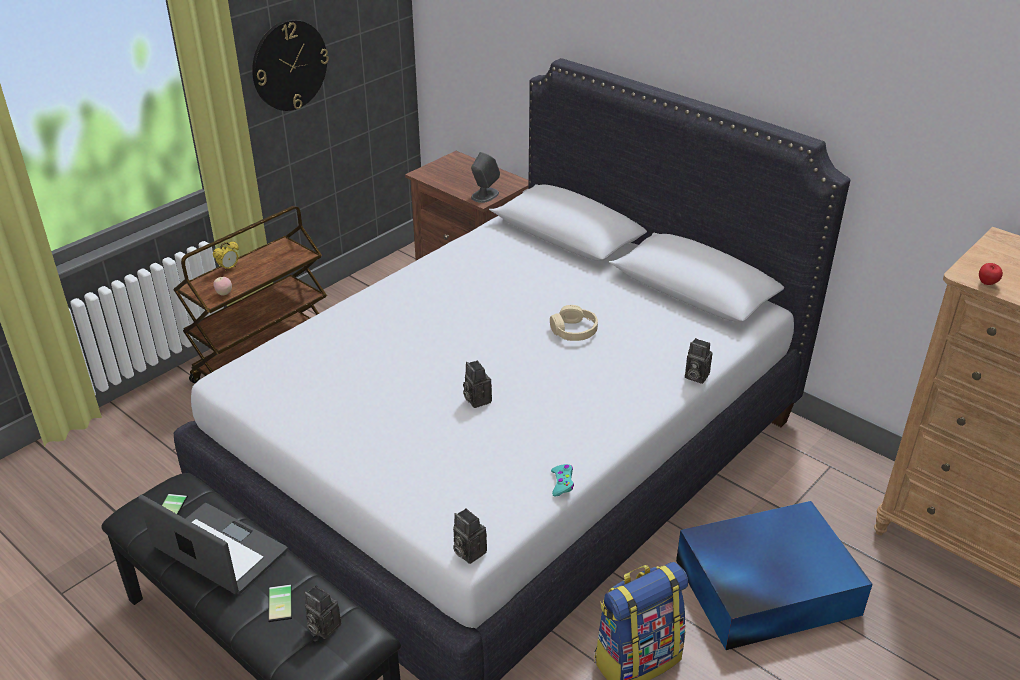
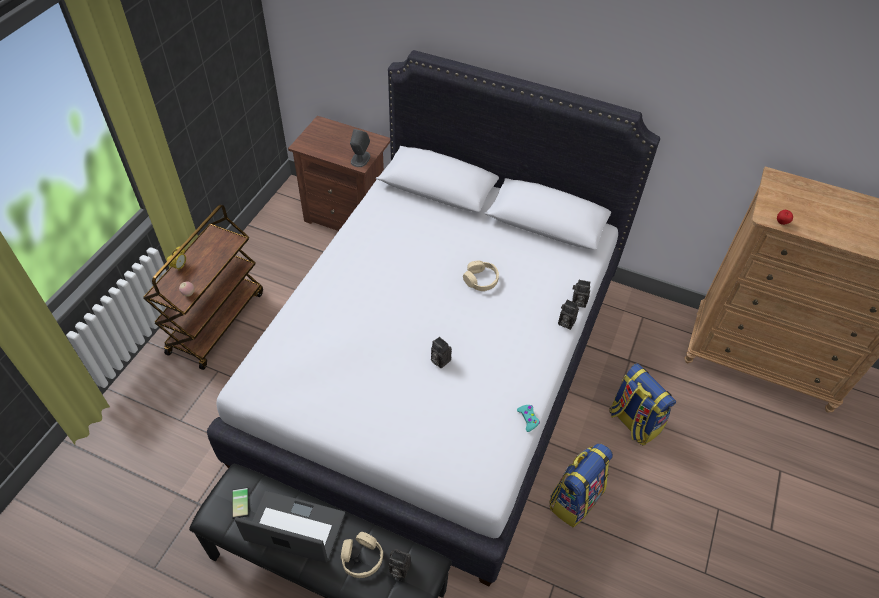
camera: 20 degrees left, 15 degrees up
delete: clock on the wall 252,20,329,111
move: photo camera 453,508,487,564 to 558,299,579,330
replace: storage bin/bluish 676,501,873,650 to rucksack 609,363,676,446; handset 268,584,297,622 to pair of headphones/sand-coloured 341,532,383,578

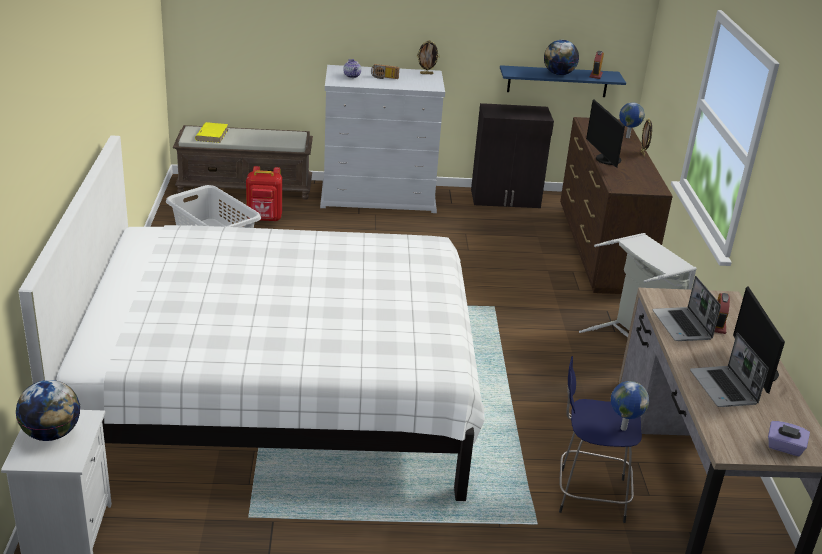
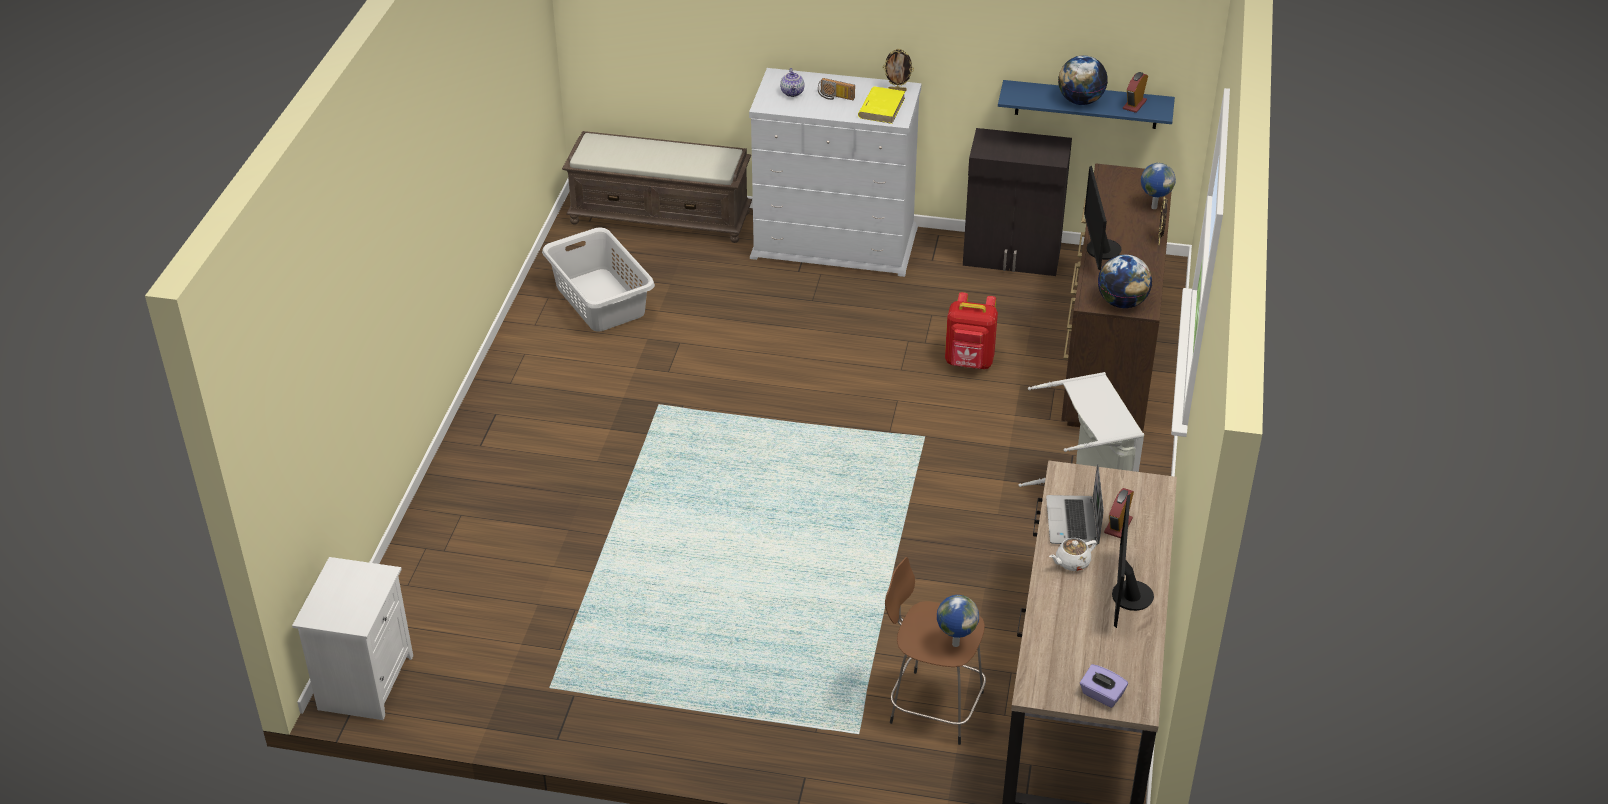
camera: 15 degrees right, 10 degrees up
delete: bed/white 19,135,484,501; notebook computer 690,333,768,407
insert: pot for tea/white 1049,538,1097,571
move: bound book/yellow-coloured 195,122,229,143 to 858,87,905,124; rucksack/red-coloured 246,166,282,222 to 945,292,998,369; globe 16,380,80,441 to 1098,255,1152,308
recolor: stool/bluish 559,356,642,523 to stool/brown 885,557,986,745

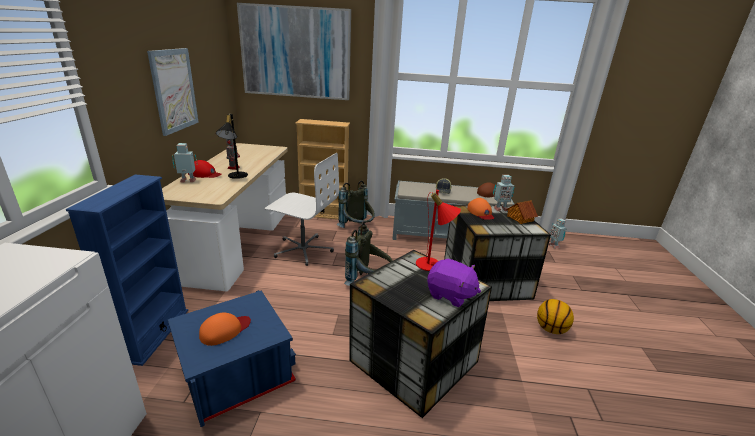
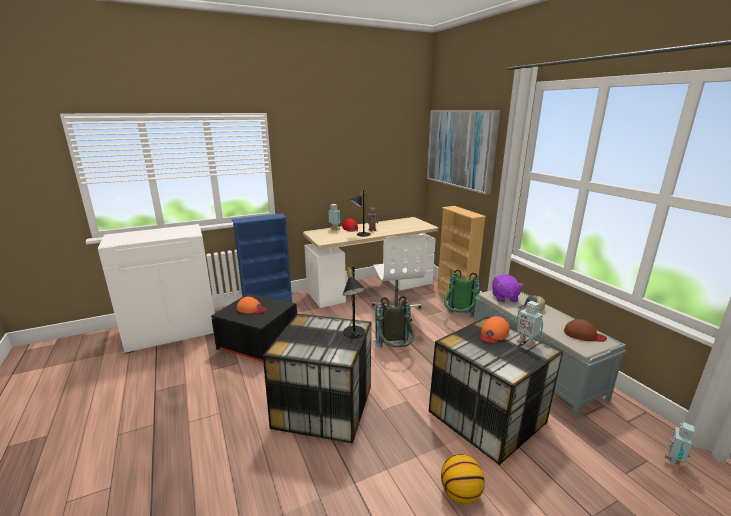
camera: 60 degrees right, 5 degrees down
delete: picture 147,48,198,136; model house 506,200,538,224
move: cuddly toy/purplish 427,259,481,307 to 492,274,523,302
recolor: rucksack/greyish 337,180,375,228 to rucksack/green 444,270,481,317; tabletop lamp/red-coloured 416,190,461,271 to tabletop lamp/blackish 343,266,366,338; storage bin/bluish 168,290,296,427 to storage bin/blackish 211,293,297,362

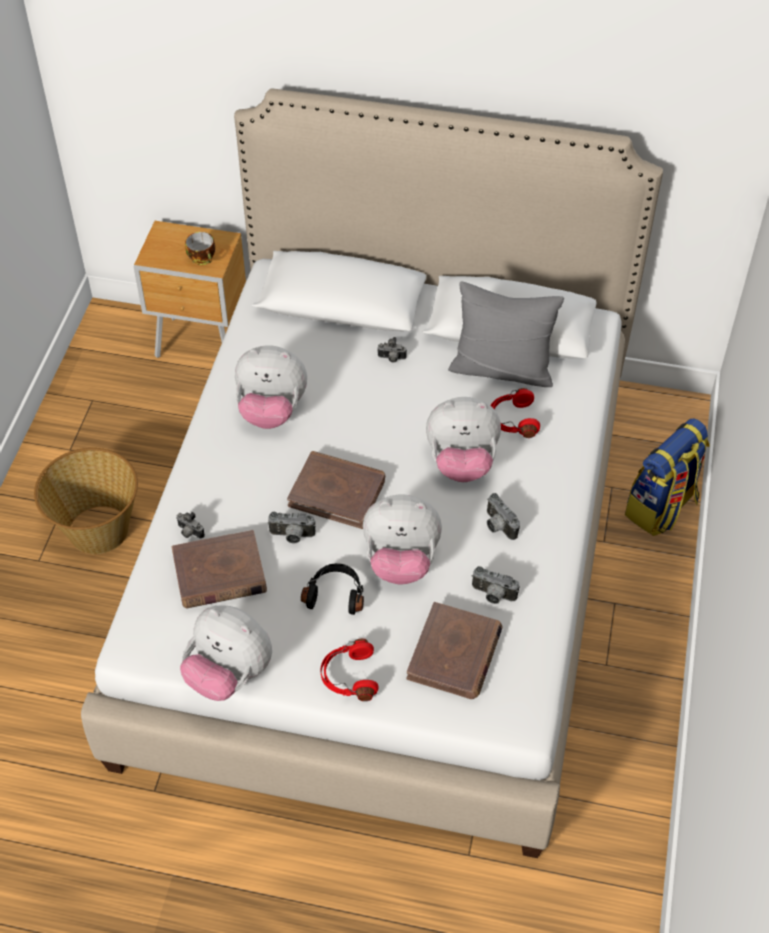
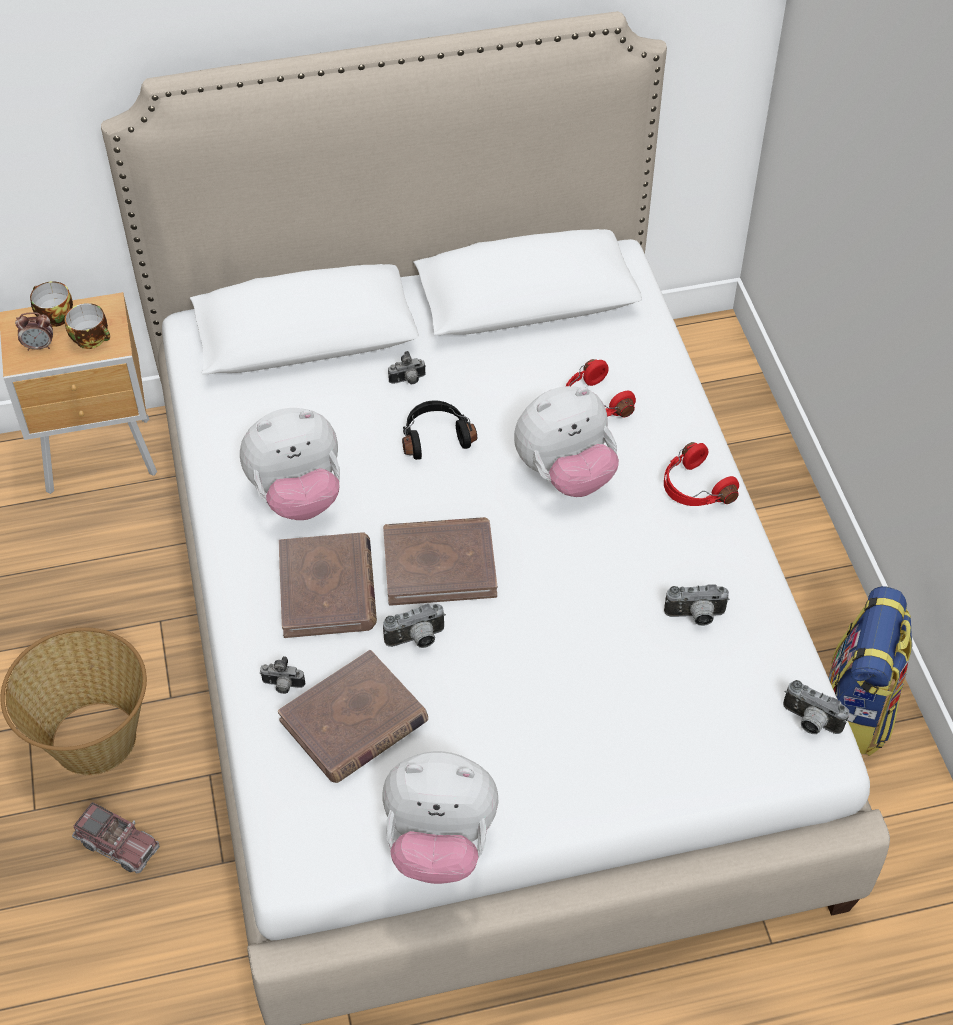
camera: 25 degrees left, 0 degrees up
delete: pillow/greyish 448,282,564,387; cuddly toy 363,494,442,585
insert: cup 30,281,73,327; alarm clock 15,312,53,351; model truck 72,802,160,874
move: rucksack 625,419,710,536 to 828,586,913,756; photo camera 487,493,520,540 to 783,680,849,734; pair of headphones/blackish 301,563,364,615 to 402,400,477,460; bound book/brown 407,602,503,699 to 279,532,377,638; pair of headphones/red-coloured 321,639,379,701 to 664,442,739,506

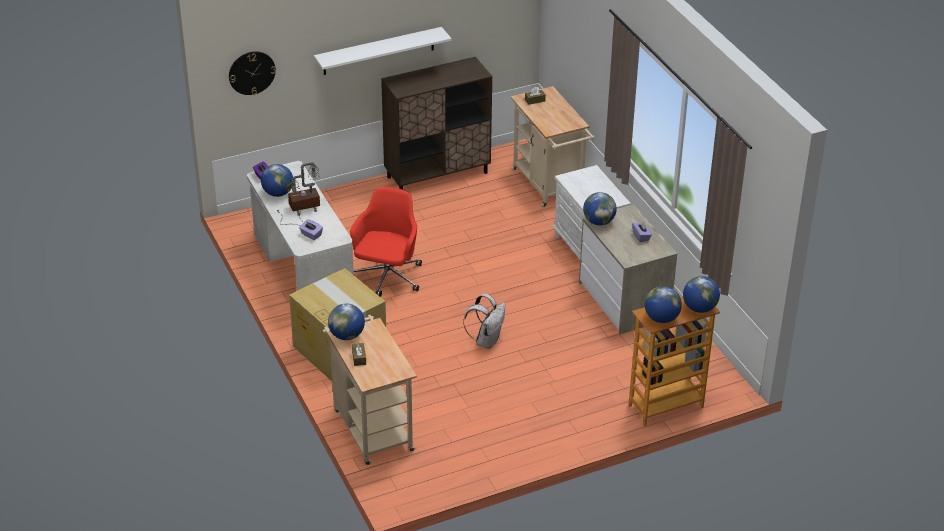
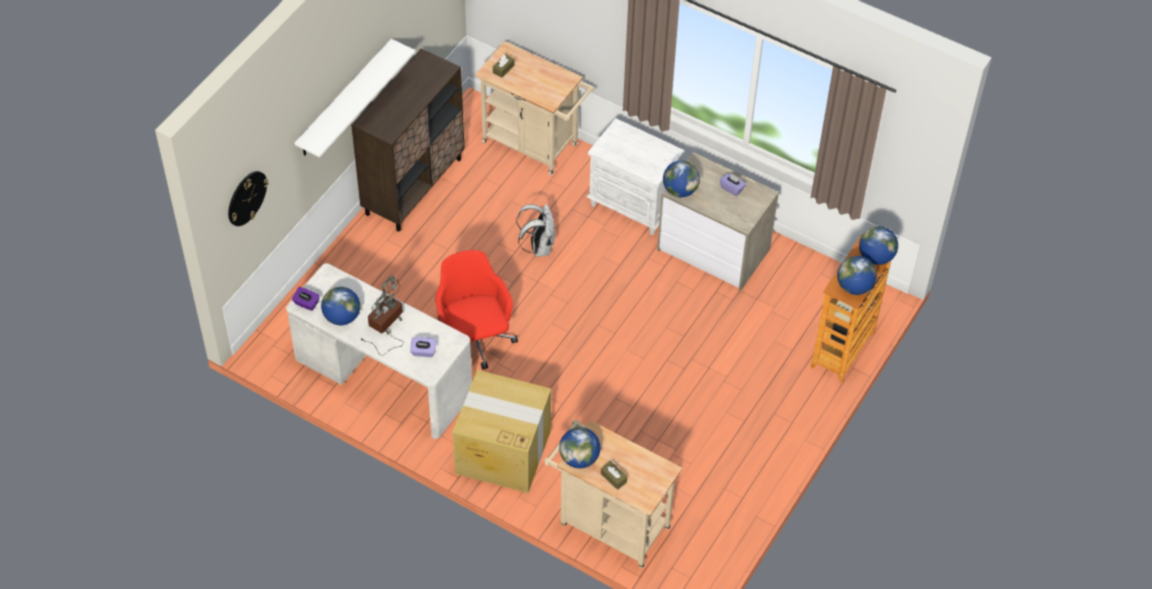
camera: 35 degrees left, 15 degrees up
move: rucksack/white 463,293,505,349 to 516,204,555,257

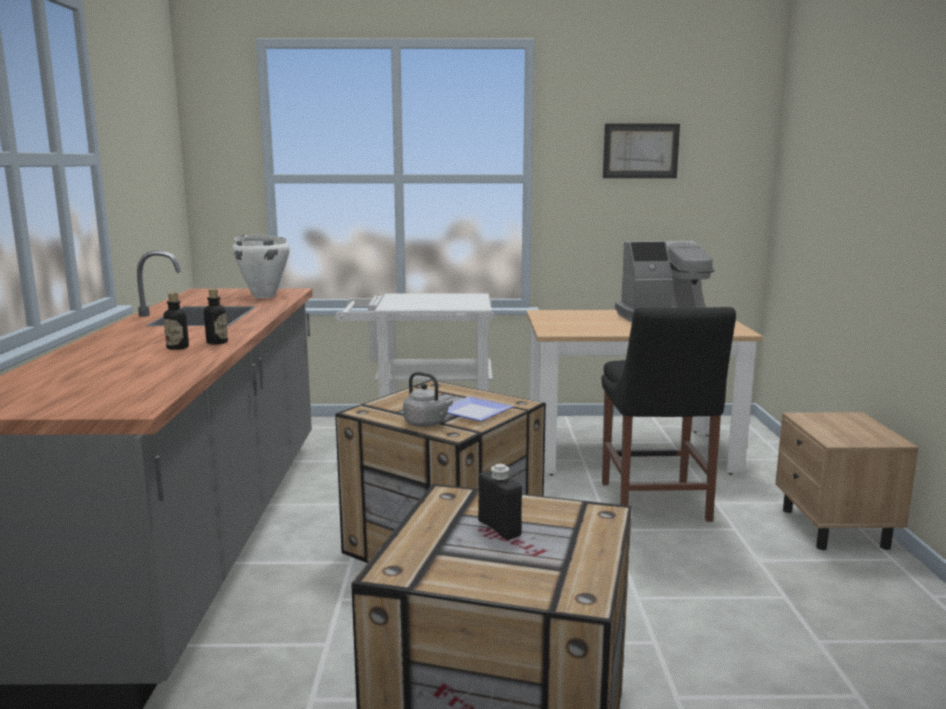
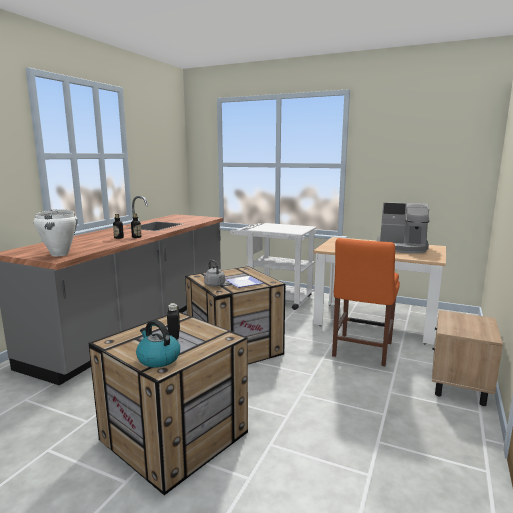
camera: 25 degrees right, 0 degrees up
delete: picture 603,124,680,178
insert: kettle 136,320,180,368
move: stockpot/white 232,235,290,298 to 34,209,77,256
recolor: chair/blackish 602,307,736,522 to chair/orange-coloured 332,238,400,366

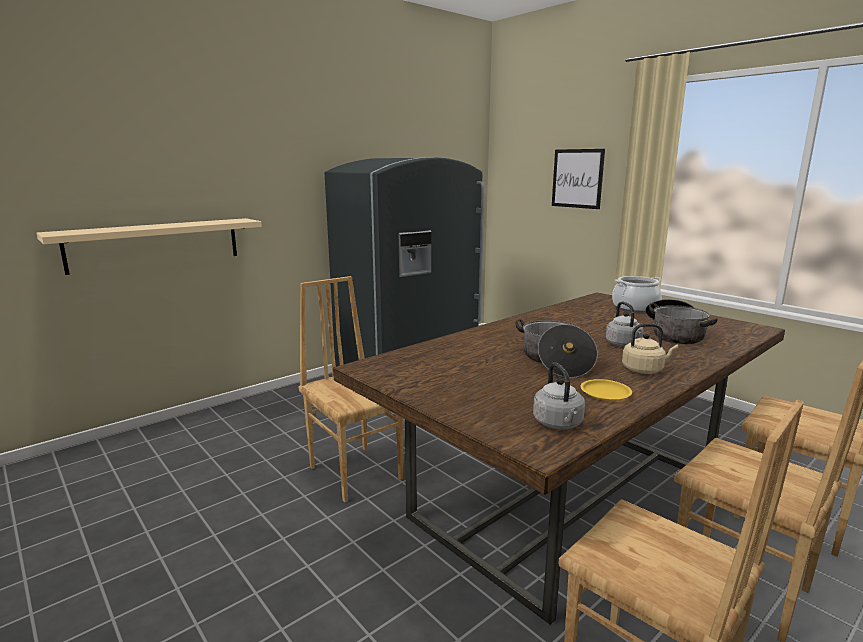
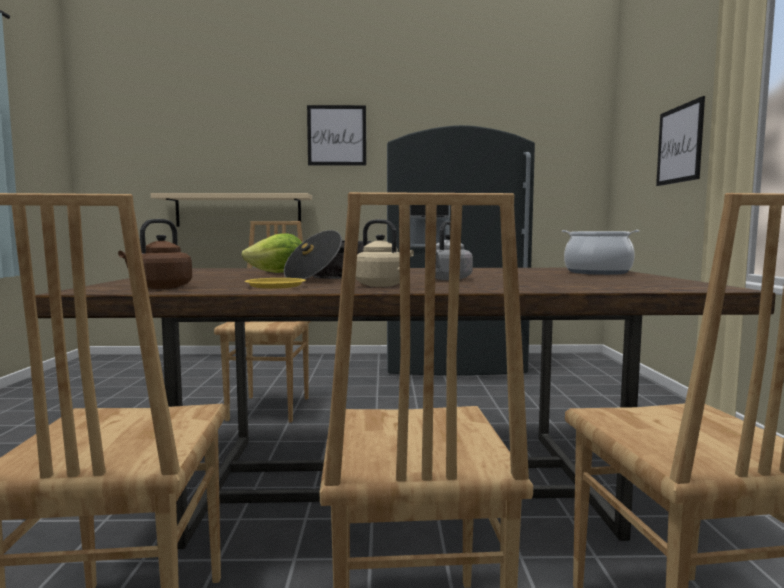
camera: 40 degrees right, 10 degrees down
delete: stockpot 645,299,718,344
insert: picture 307,105,366,166; head of lettuce 241,233,302,273
recolor: kettle/greyish 533,362,585,430 to kettle/brown 118,219,192,289

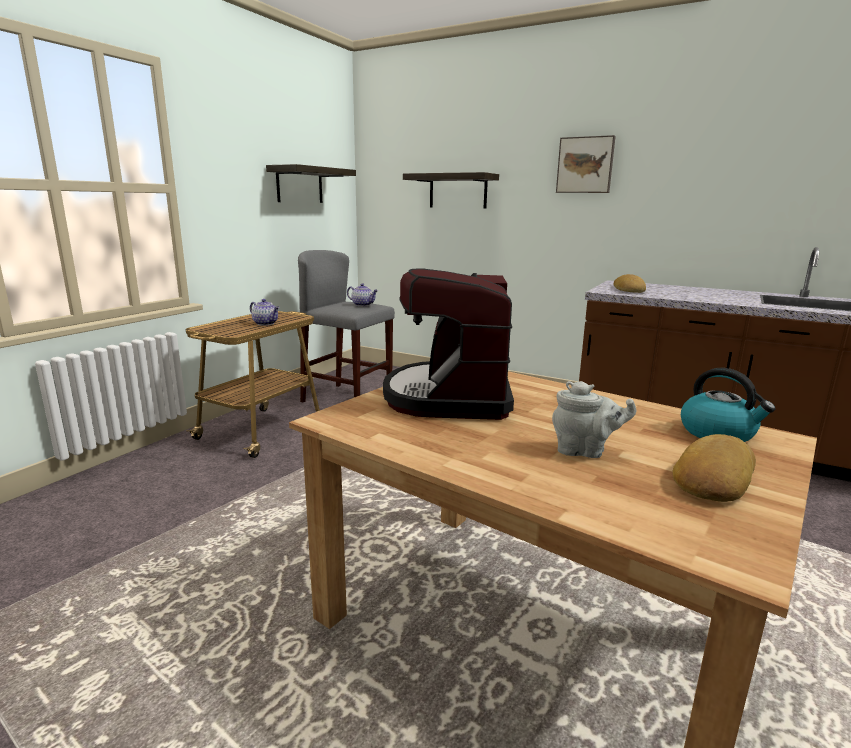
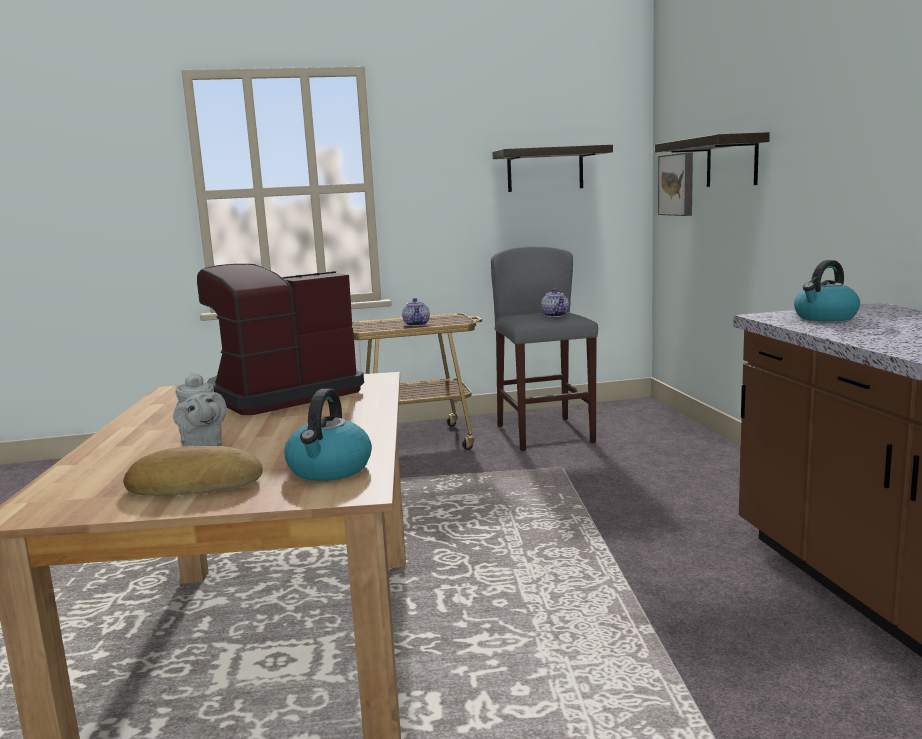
camera: 50 degrees right, 5 degrees down
move: picture 556,135,616,193 to 658,152,693,216
replace: baked bread 614,274,646,293 to kettle 794,260,860,321

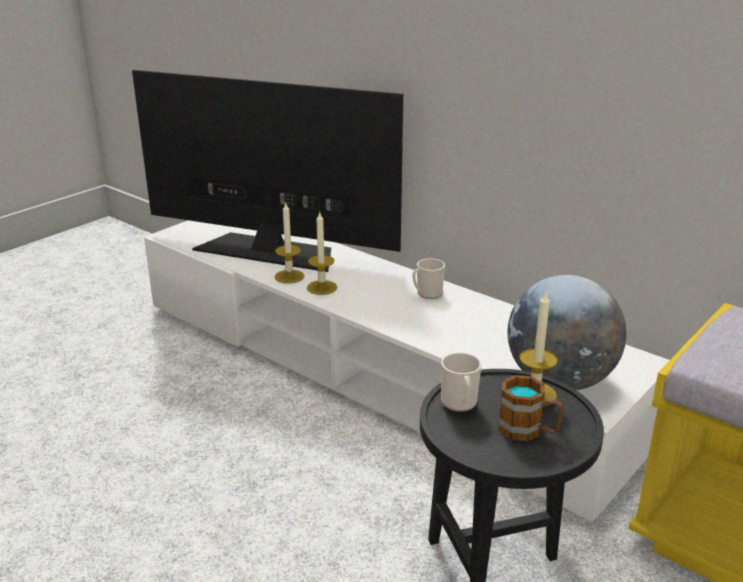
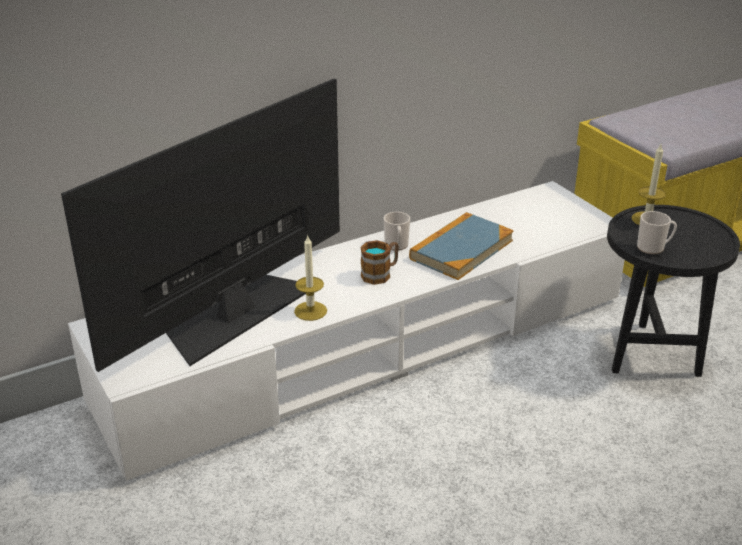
camera: 70 degrees left, 5 degrees up
delete: wax light 307,211,337,295; globe 508,275,626,390
insert: bound book 409,212,514,280
move: mug 498,375,564,442 to 361,240,399,285

